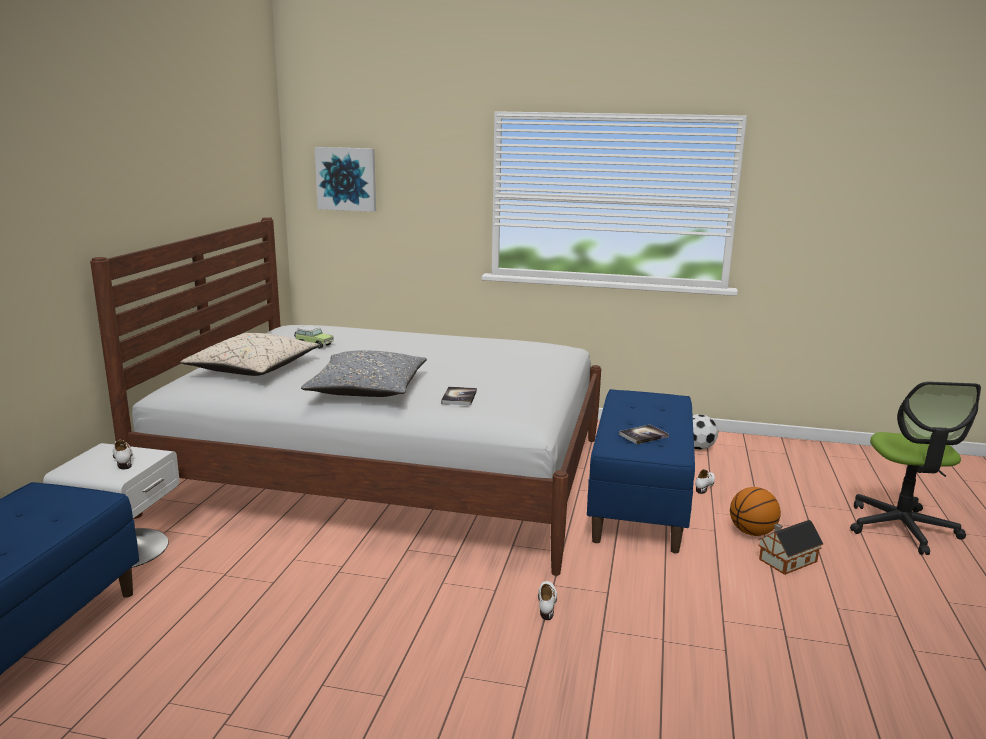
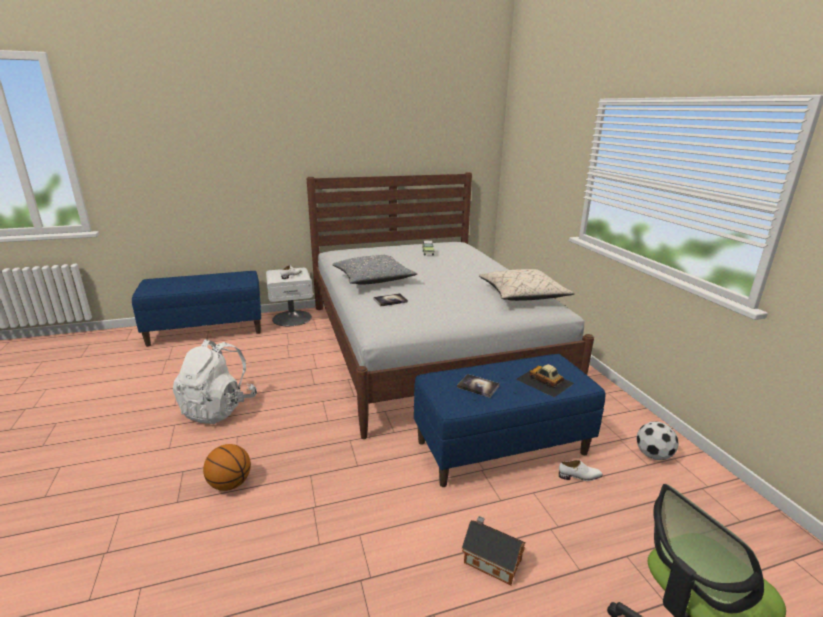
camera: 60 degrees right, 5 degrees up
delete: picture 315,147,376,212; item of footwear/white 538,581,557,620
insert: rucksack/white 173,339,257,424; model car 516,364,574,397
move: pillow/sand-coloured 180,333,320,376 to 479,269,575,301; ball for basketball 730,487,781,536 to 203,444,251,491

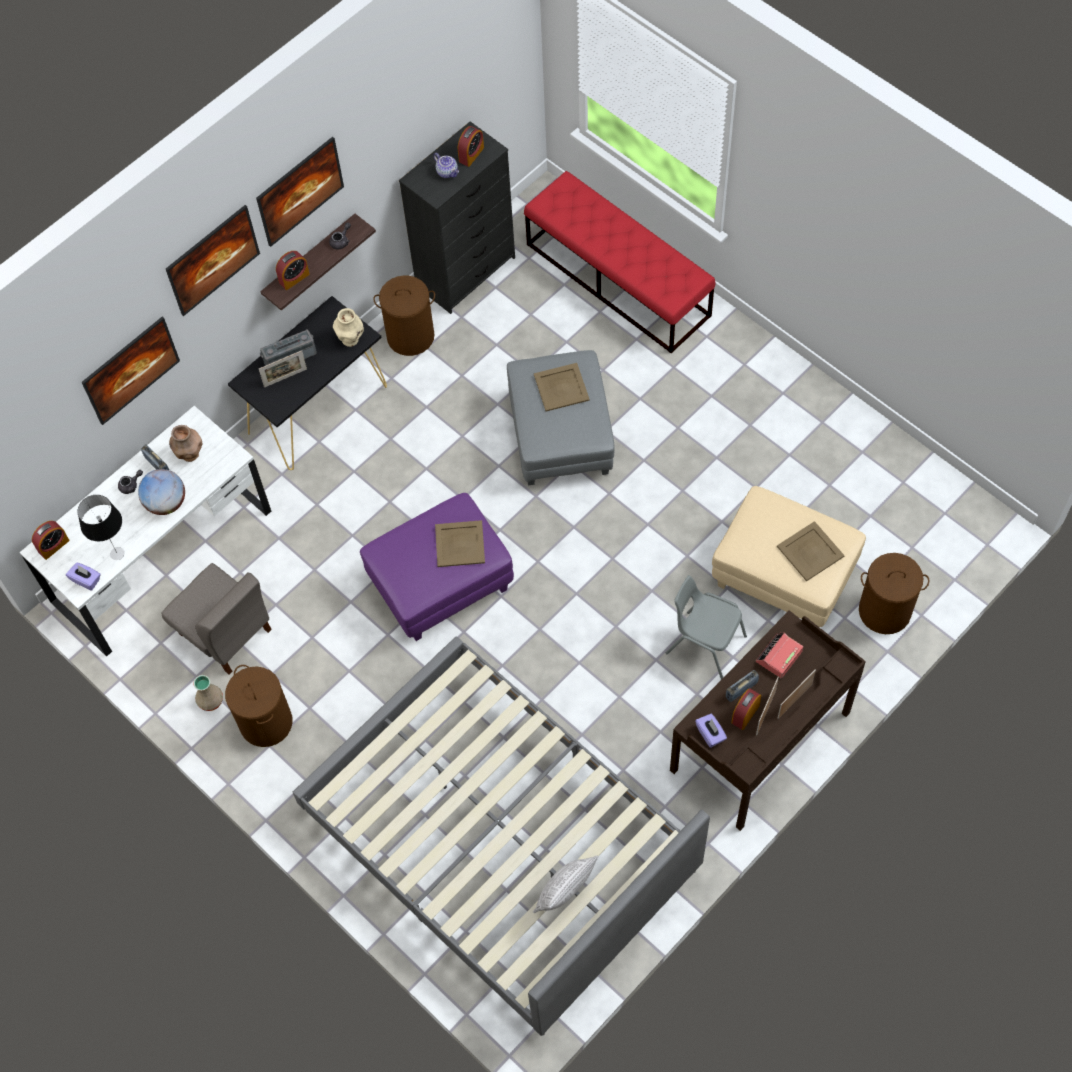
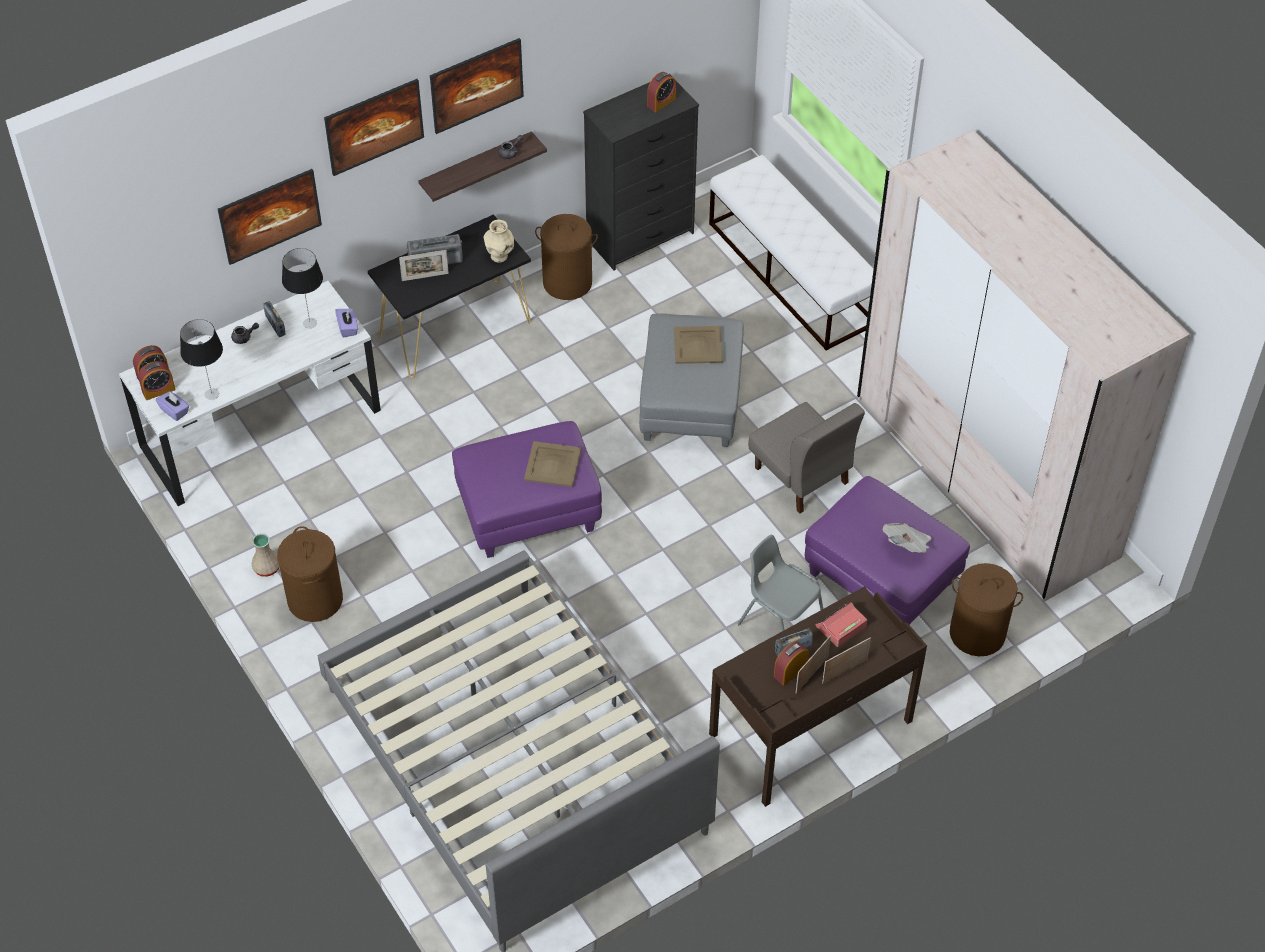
camera: 10 degrees right, 10 degrees down
delete: pot for tea 433,153,459,178; globe 138,469,185,515; pillow 533,855,598,913
insert: clothes cupboard/sand-coloured 857,129,1190,602
move: alarm clock 276,251,310,290 to 138,361,176,400; chair/greyish 161,563,272,675 to 748,402,865,513; tissue holder/purplish 695,714,727,748 to 335,309,358,337
replace: decorative vase/brown 169,425,202,462 to tabletop lamp 282,248,323,328; carrying tray/sand-coloured 777,521,845,581 to printed paper 883,523,932,553
recolor: bench/red-coloured 524,171,716,353 to bench/white 709,155,874,351; pouffe/sand-coloured 712,486,866,627 to pouffe/purplish 805,476,970,625

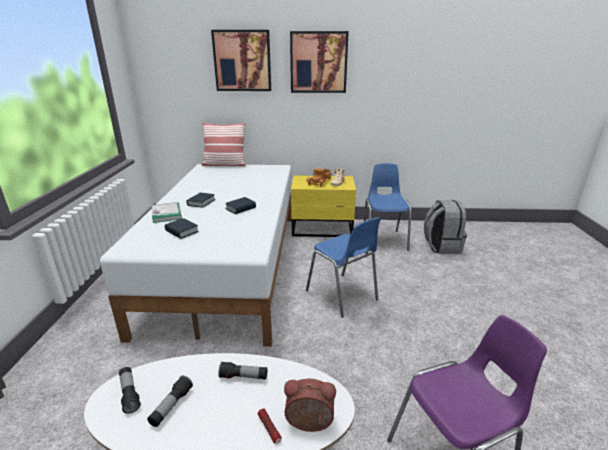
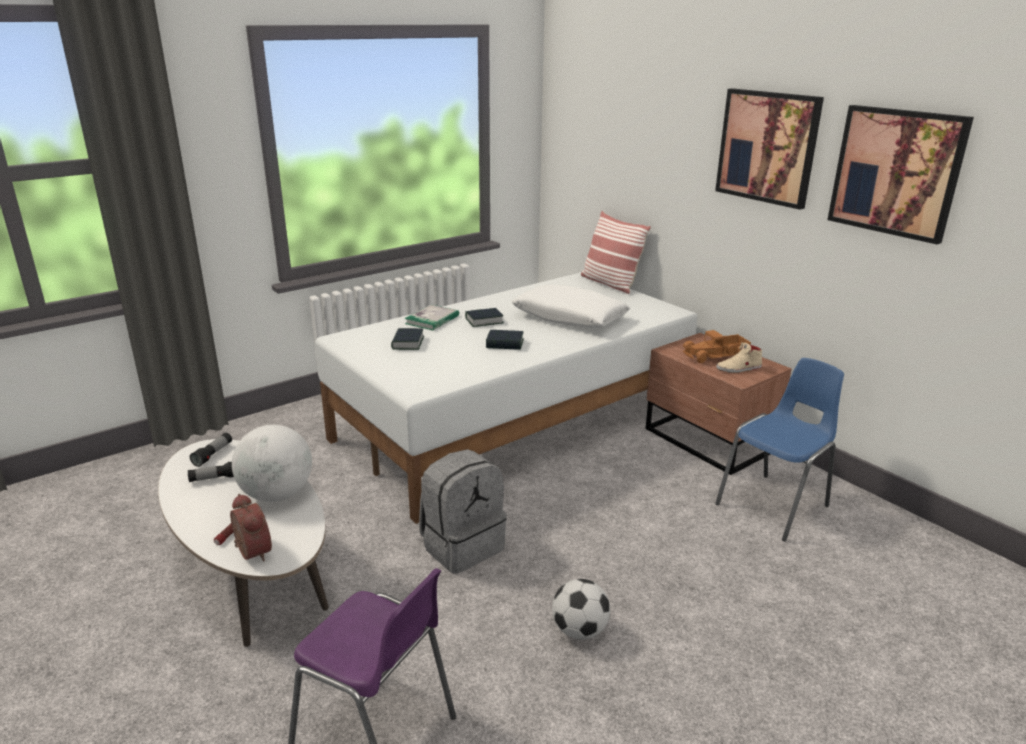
camera: 50 degrees right, 0 degrees up
delete: chair/bluish 306,217,381,318
insert: pillow/white 512,285,630,328; football 552,579,610,640
move: picture 211,30,271,91 to 827,105,974,244; rucksack/greyish 424,200,467,254 to 419,449,507,574
replace: torch 218,361,267,380 to globe 232,425,312,502
recolor: nightstand/yellow-coloured 291,175,356,237 to nightstand/brown 646,333,792,475

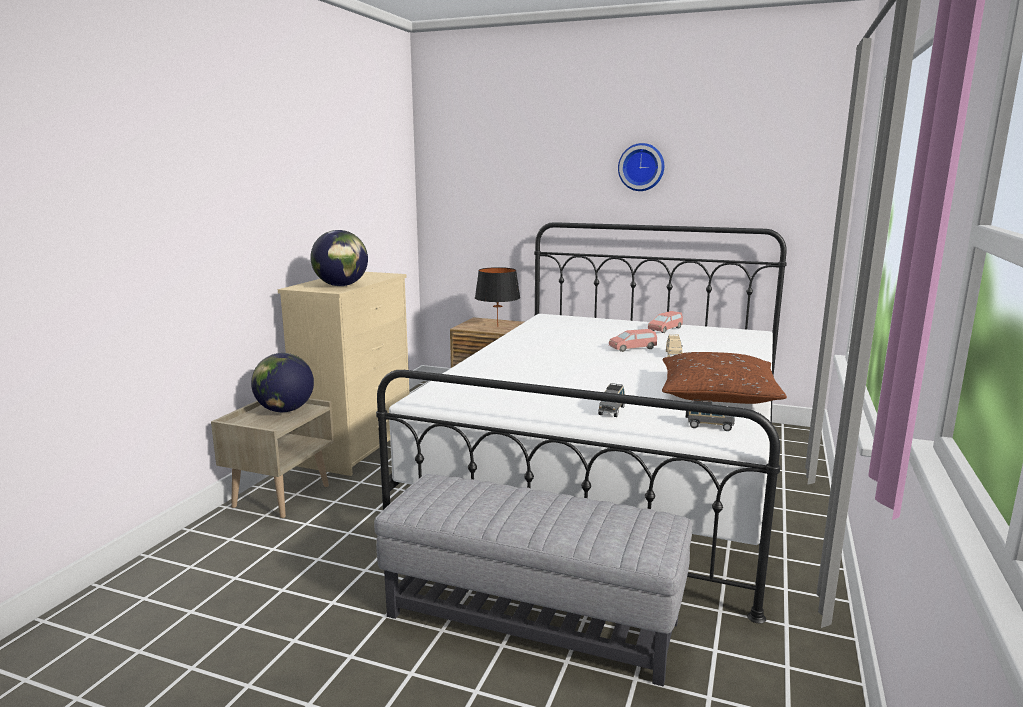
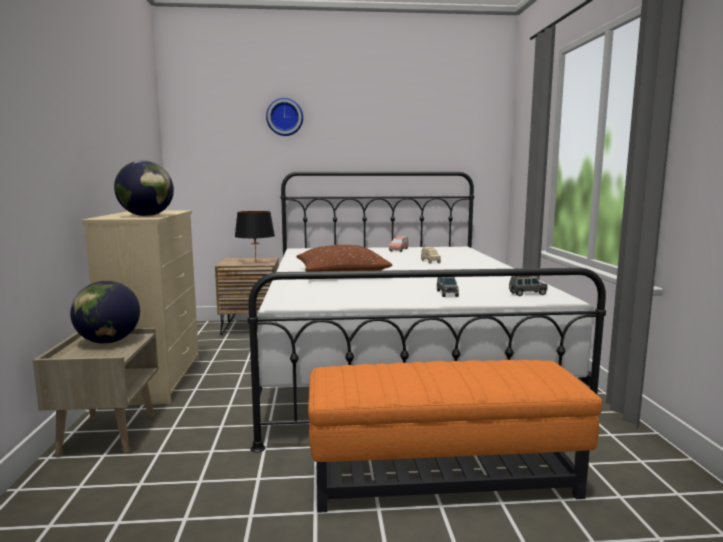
camera: 25 degrees left, 5 degrees down
delete: model car/pink 609,329,657,352
move: clock on the wall 618,143,664,191 to 266,98,303,136; pillow/brown 662,352,787,404 to 297,245,392,272
recolor: pouffe/greyish 374,474,692,686 to pouffe/orange-coloured 308,360,602,513

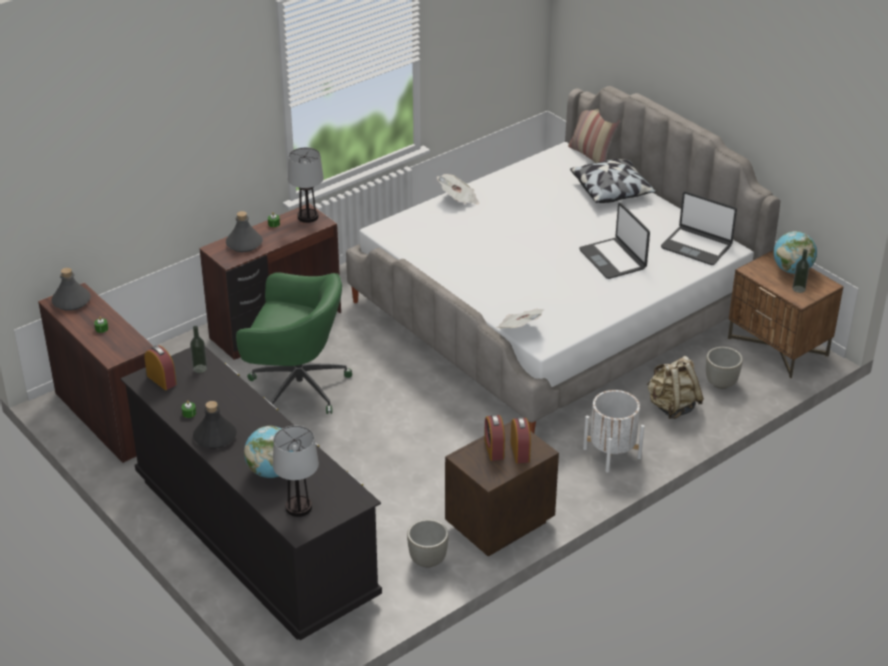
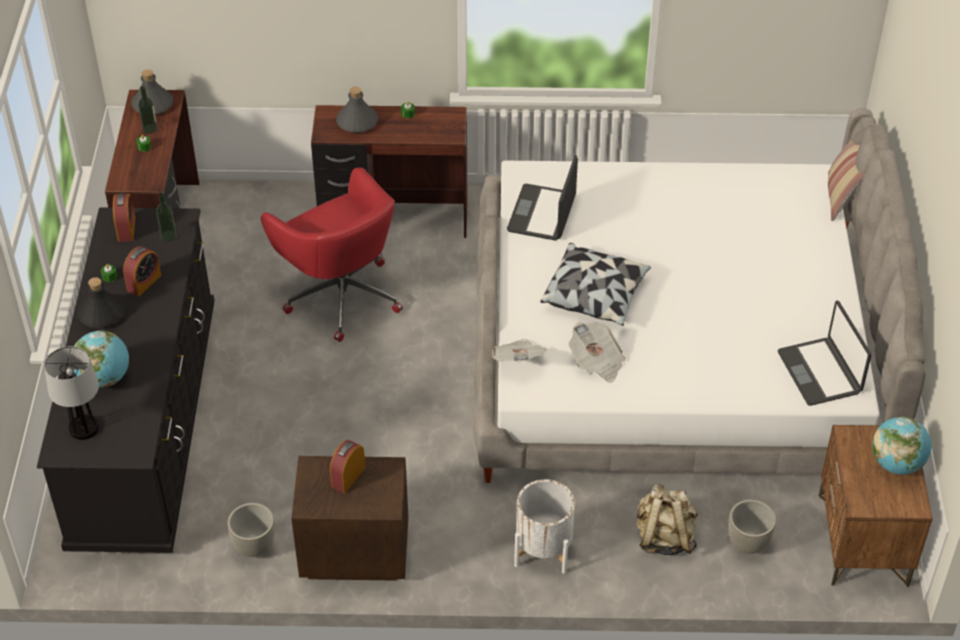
camera: 40 degrees right, 10 degrees up
delete: tabletop lamp 288,147,324,223
move: pillow 570,159,656,203 to 540,243,651,326; printed paper 437,174,480,204 to 569,322,626,383; notebook computer 579,203,650,279 to 507,155,578,241; bottle 792,249,809,293 to 138,86,157,134; alarm clock 511,417,531,463 to 123,246,161,297
recolor: office chair/green 236,272,352,414 to office chair/red-coloured 261,167,403,342

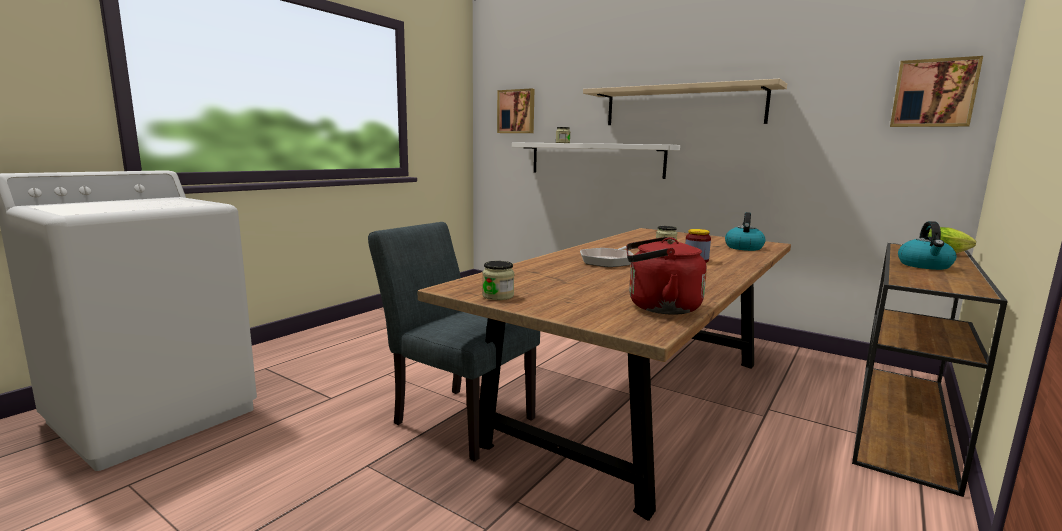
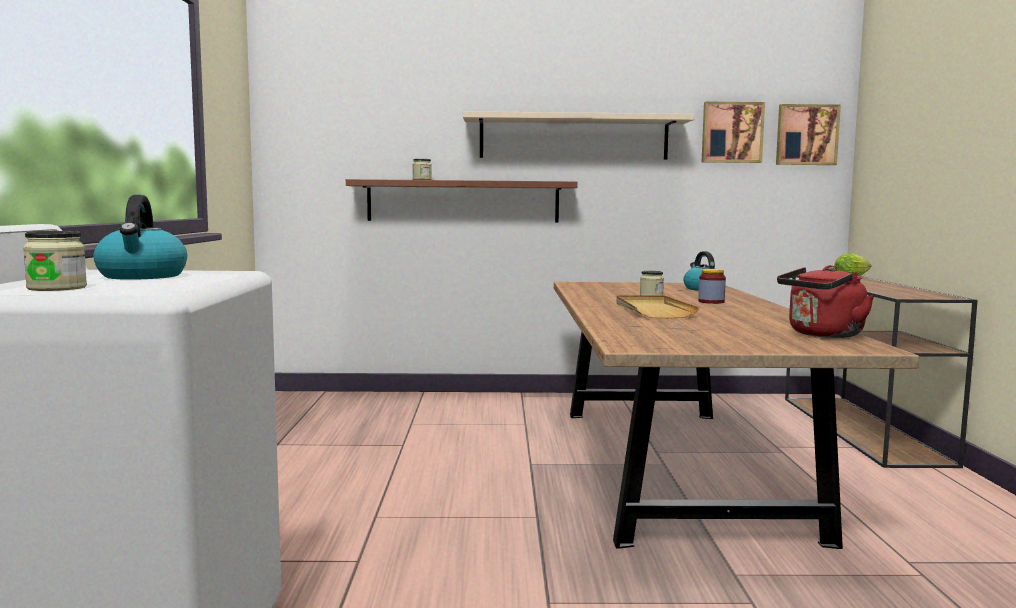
camera: 35 degrees left, 5 degrees down
delete: chair/greyish 368,222,540,462
move: picture 497,88,534,133 to 702,101,765,163; kettle 898,221,957,270 to 93,195,187,280; preserve jar 482,261,514,300 to 23,231,87,291
replace: frying pan 580,246,634,267 to carrying tray/sand-coloured 616,295,700,319
recolor: wall shelf/white 512,142,680,179 to wall shelf/brown 346,179,578,223

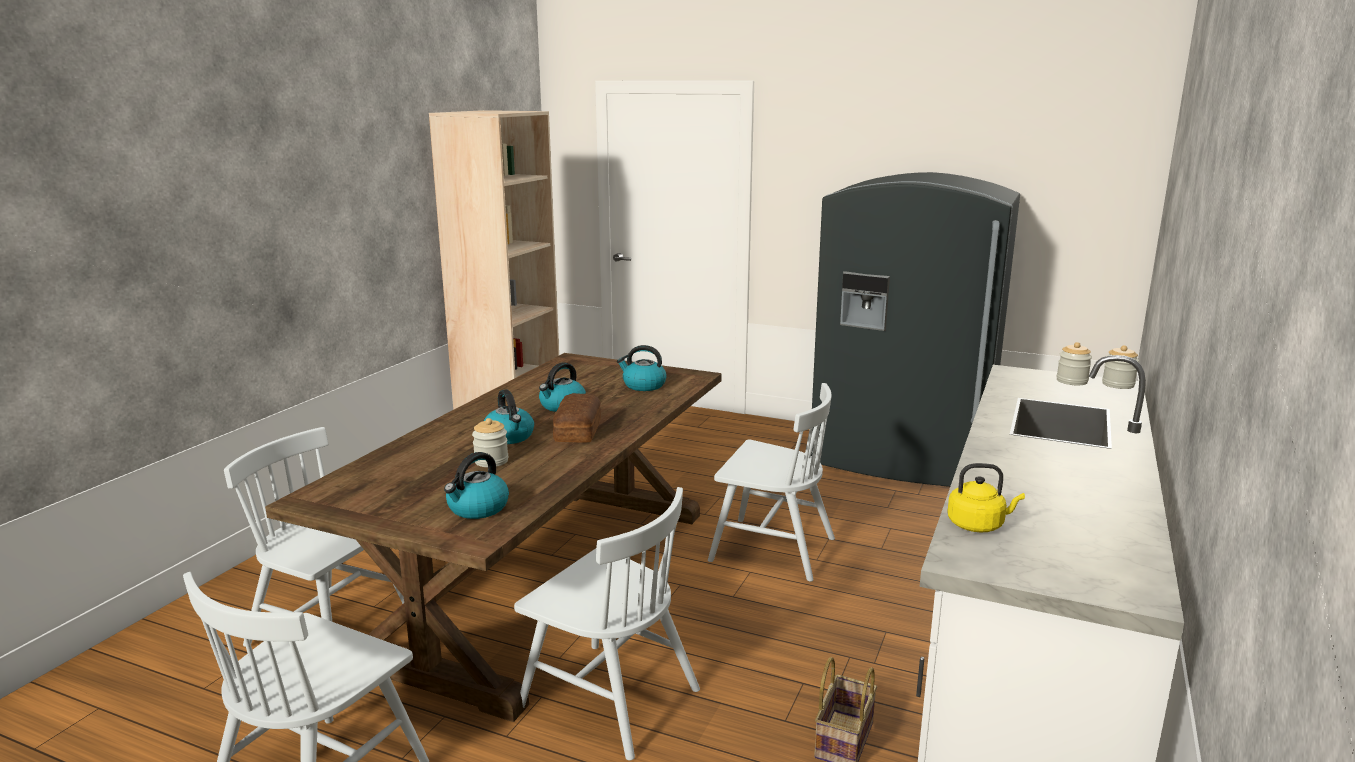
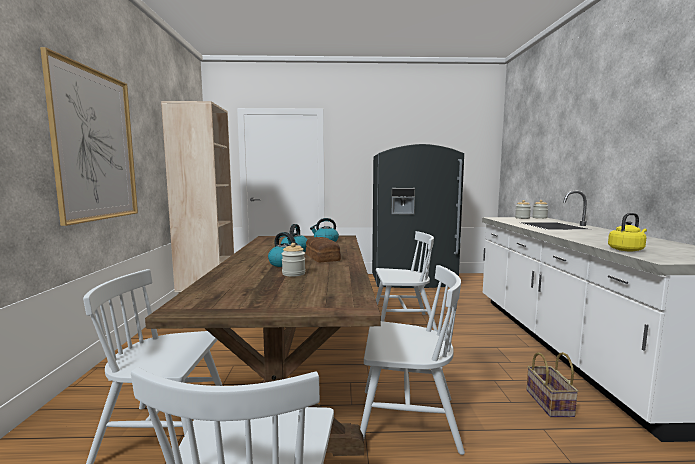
camera: 25 degrees left, 10 degrees down
delete: kettle 444,452,509,519
insert: picture 40,47,138,226

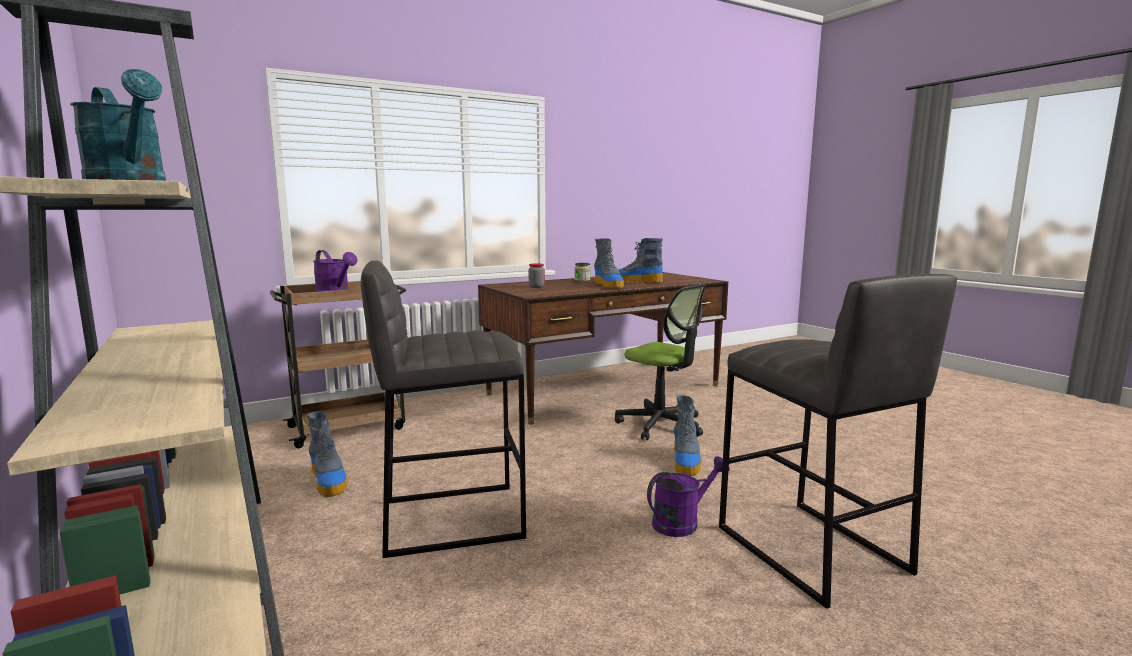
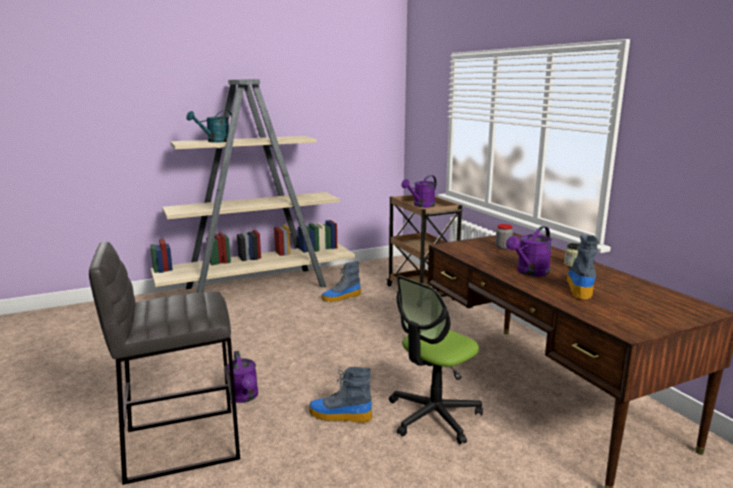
camera: 95 degrees right, 5 degrees up
delete: stool/greyish 361,261,526,558
replace: tall boot 594,238,624,289 to sprinkling can/purplish 506,226,552,277

